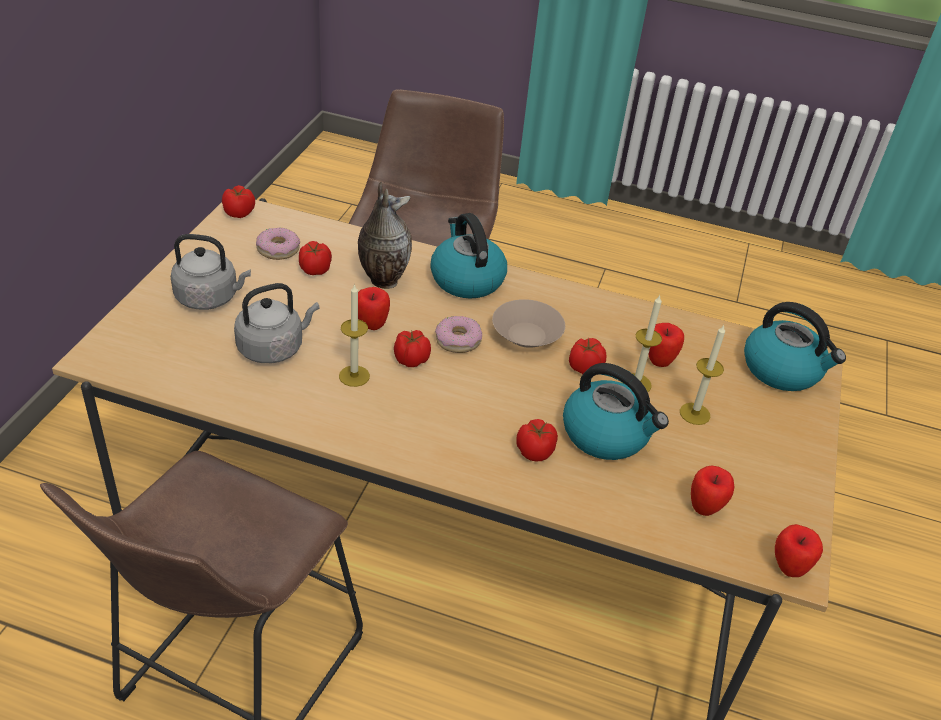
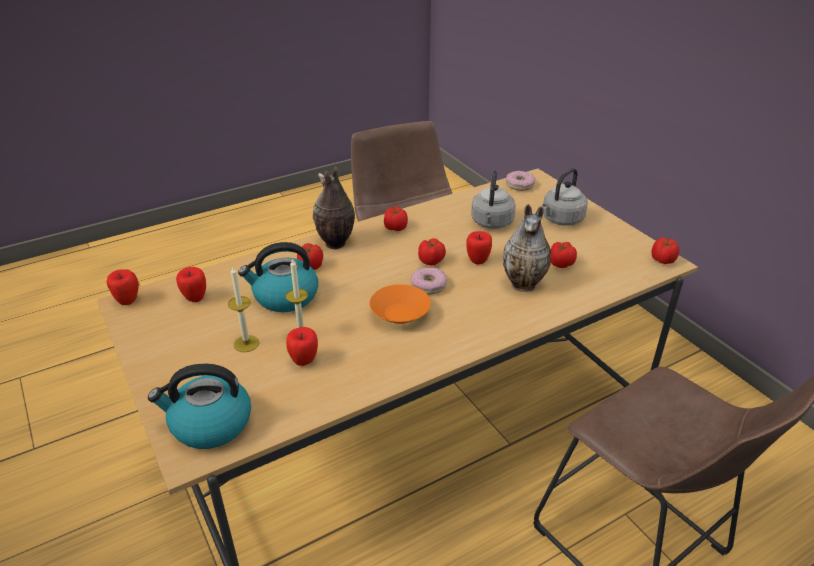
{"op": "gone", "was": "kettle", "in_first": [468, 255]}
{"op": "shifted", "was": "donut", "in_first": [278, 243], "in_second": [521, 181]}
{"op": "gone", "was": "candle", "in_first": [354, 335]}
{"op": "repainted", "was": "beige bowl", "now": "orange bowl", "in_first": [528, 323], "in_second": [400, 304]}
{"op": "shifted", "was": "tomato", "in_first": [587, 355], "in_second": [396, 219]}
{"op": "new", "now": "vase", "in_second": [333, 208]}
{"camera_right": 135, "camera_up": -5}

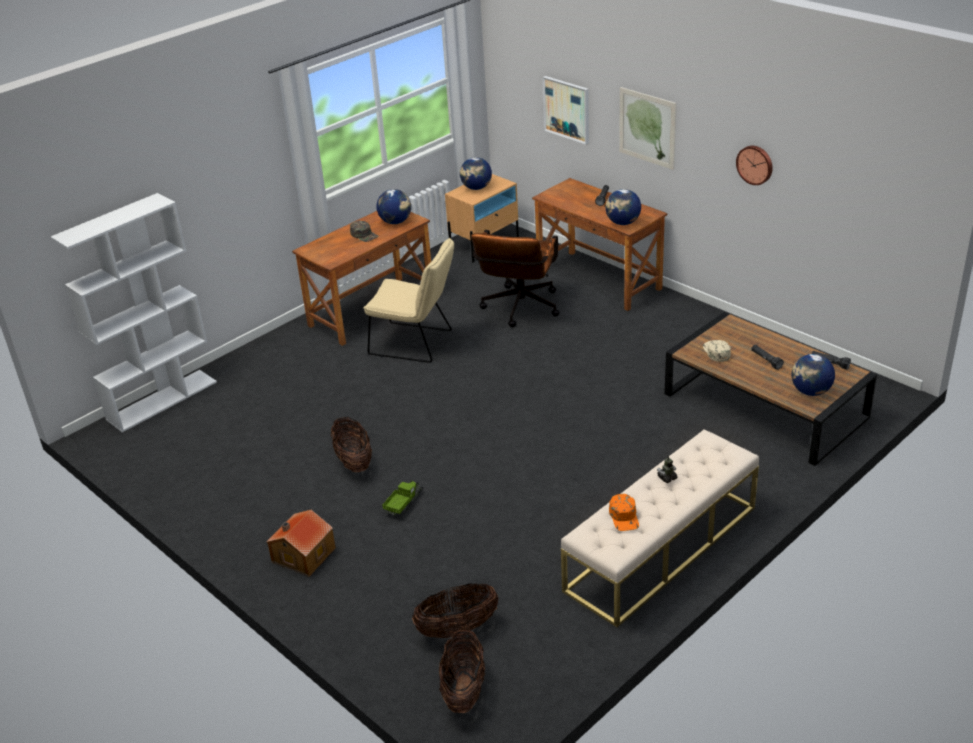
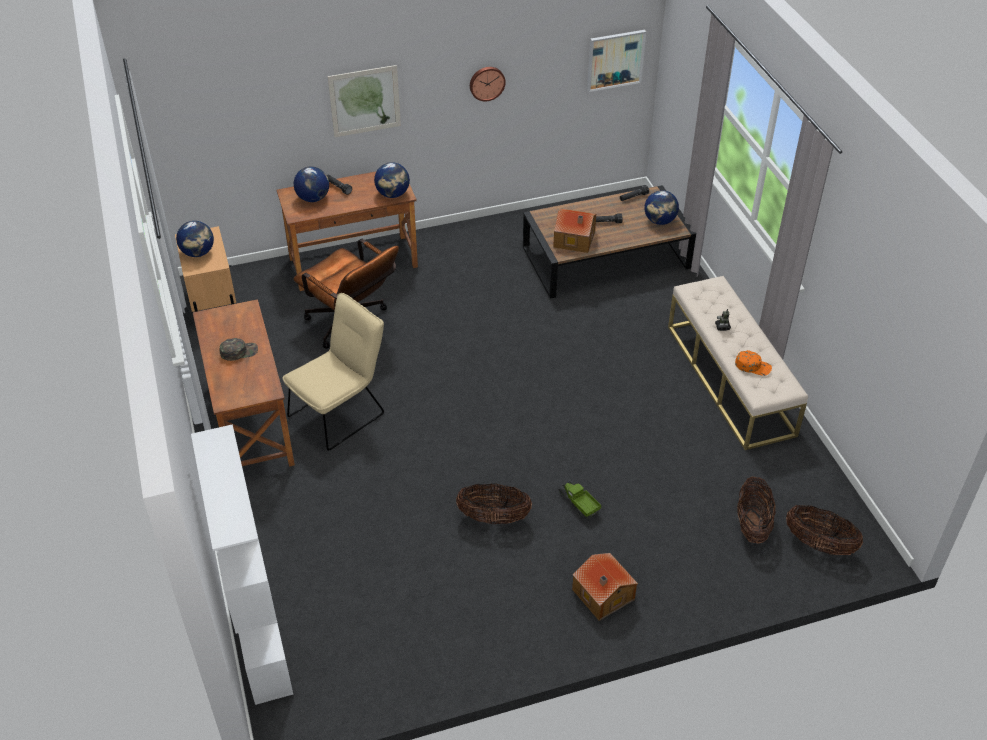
{"op": "shifted", "was": "picture", "in_first": [565, 110], "in_second": [616, 61]}
{"op": "shifted", "was": "globe", "in_first": [394, 206], "in_second": [311, 184]}
{"op": "swapped", "was": "beige cap", "now": "toy house", "in_first": [717, 351], "in_second": [574, 231]}
{"camera_right": -65, "camera_up": 10}

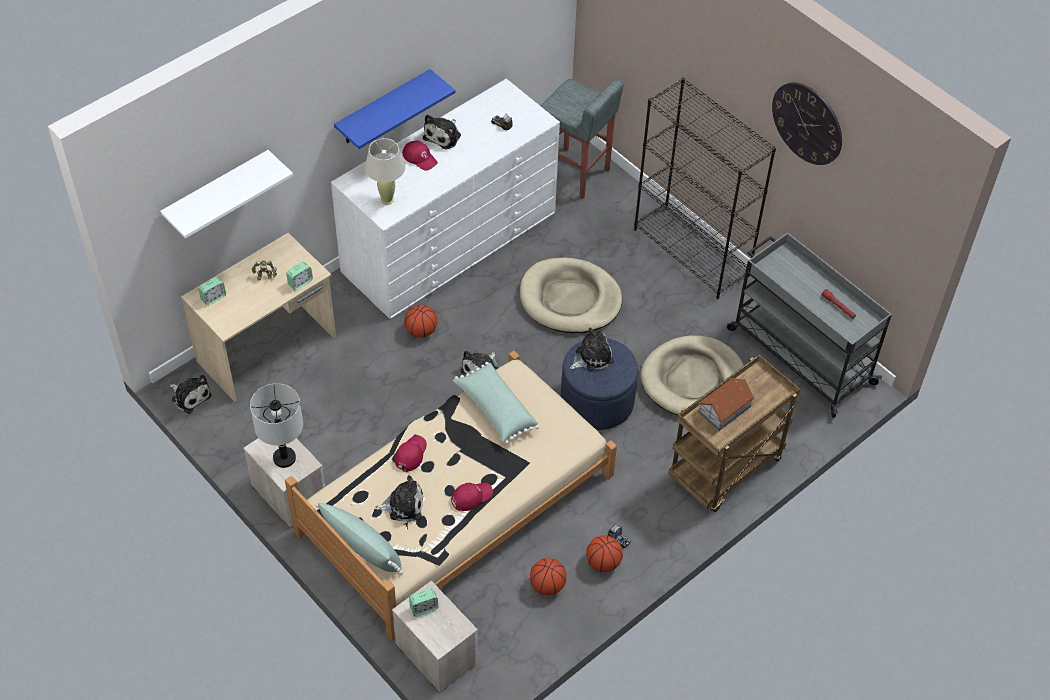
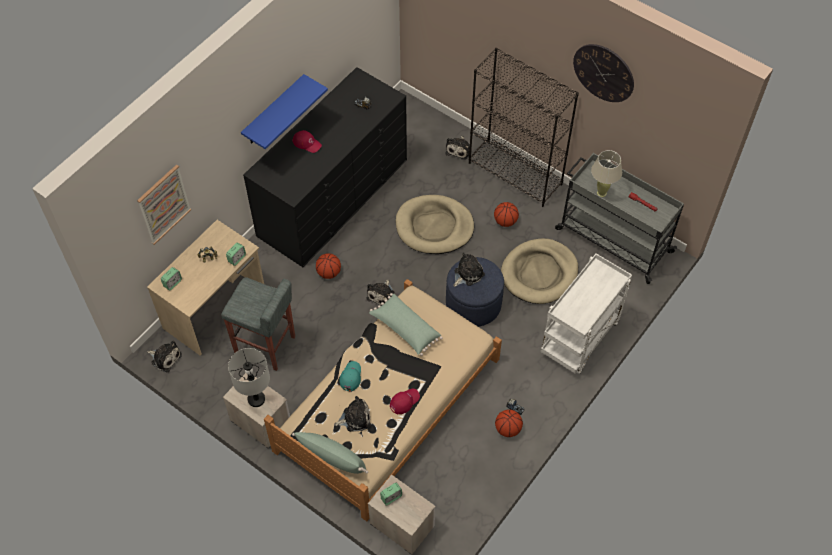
{"op": "shifted", "was": "grey stool", "in_first": [582, 138], "in_second": [258, 324]}
{"op": "repainted", "was": "white dresser", "now": "black dresser", "in_first": [445, 199], "in_second": [325, 167]}
{"op": "shifted", "was": "plush toy", "in_first": [442, 132], "in_second": [457, 148]}
{"op": "shifted", "was": "beige table lamp", "in_first": [385, 171], "in_second": [606, 173]}
{"op": "swapped", "was": "white shelf", "now": "picture", "in_first": [226, 194], "in_second": [164, 205]}
{"op": "repainted", "was": "brown cart", "now": "white cart", "in_first": [734, 433], "in_second": [586, 314]}
{"op": "gone", "was": "toy house", "in_first": [726, 404]}
{"op": "repainted", "was": "red cap", "now": "turquoise cap", "in_first": [411, 453], "in_second": [350, 376]}
{"op": "shifted", "was": "basketball", "in_first": [548, 576], "in_second": [506, 214]}
{"camera_right": -10, "camera_up": 5}

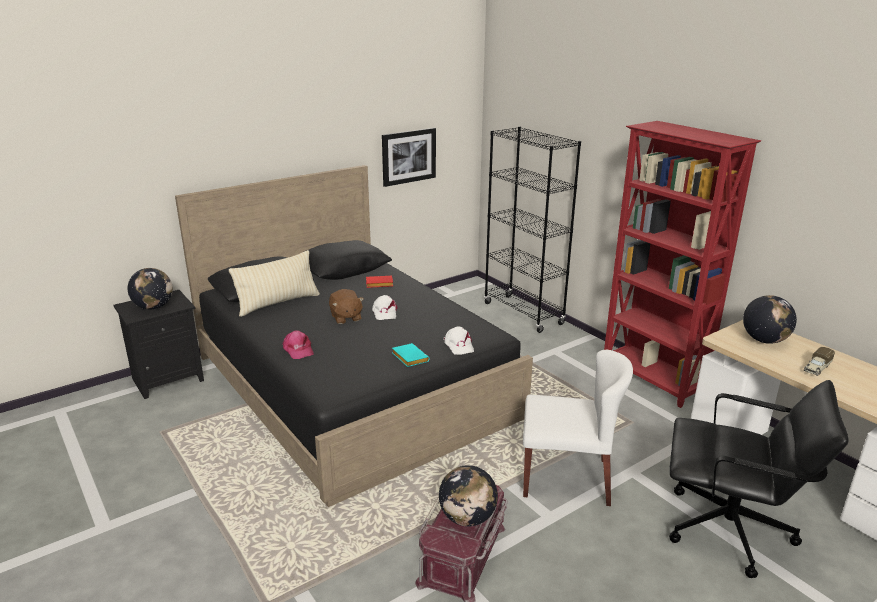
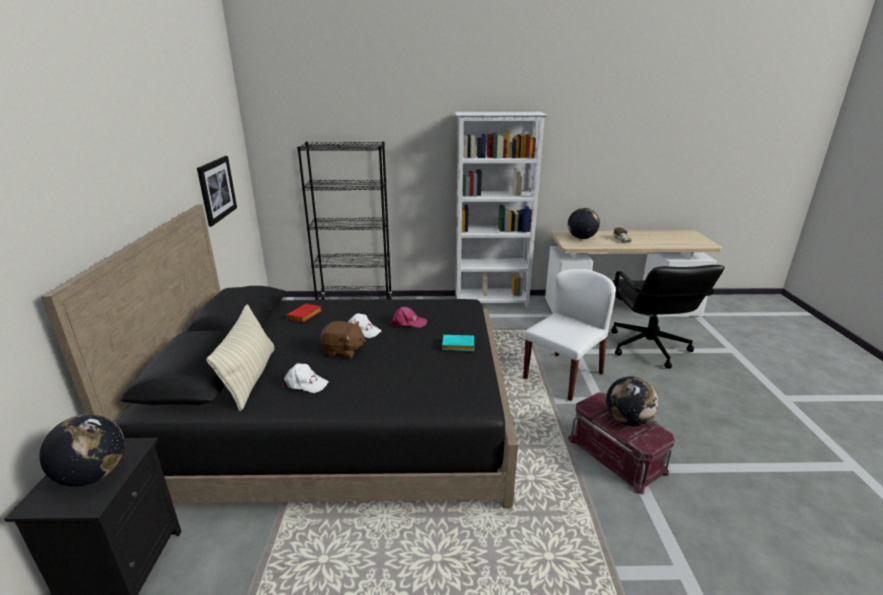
{"op": "repainted", "was": "red bookcase", "now": "white bookcase", "in_first": [682, 264], "in_second": [501, 210]}
{"op": "shifted", "was": "white cap", "in_first": [458, 340], "in_second": [305, 378]}
{"op": "shifted", "was": "pink cap", "in_first": [298, 344], "in_second": [409, 317]}
{"op": "rotated", "was": "black office chair", "in_first": [759, 479], "in_second": [668, 317], "clockwise": 120}
{"camera_right": -55, "camera_up": 0}

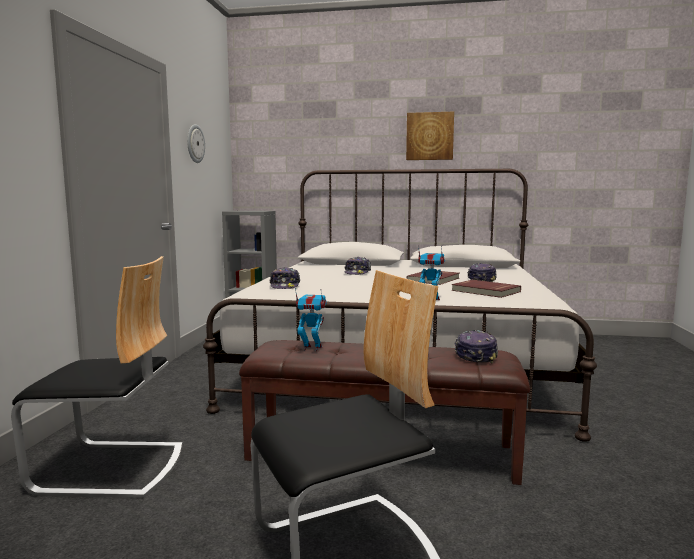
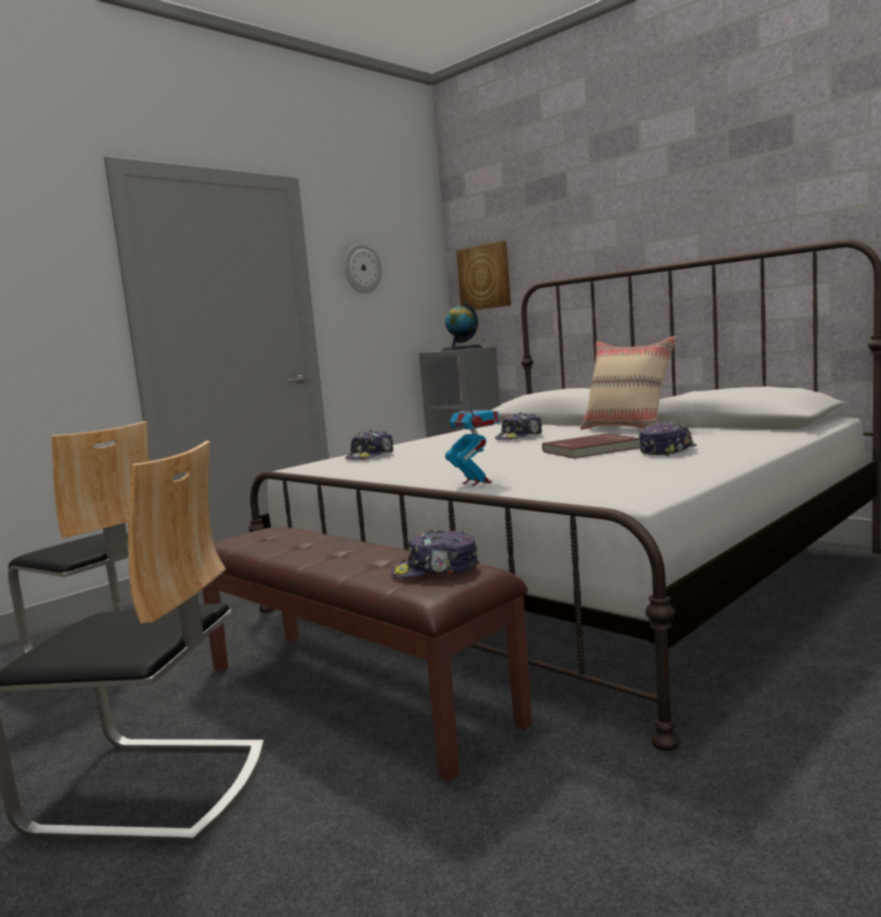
{"op": "shifted", "was": "picture", "in_first": [430, 136], "in_second": [483, 275]}
{"op": "gone", "was": "red book", "in_first": [486, 289]}
{"op": "gone", "was": "toy robot", "in_first": [311, 319]}
{"op": "rotated", "was": "cap", "in_first": [476, 346], "in_second": [435, 554], "clockwise": -135}
{"op": "new", "now": "globe", "in_second": [462, 326]}
{"op": "new", "now": "beige pillow", "in_second": [628, 383]}
{"camera_right": 35, "camera_up": 0}

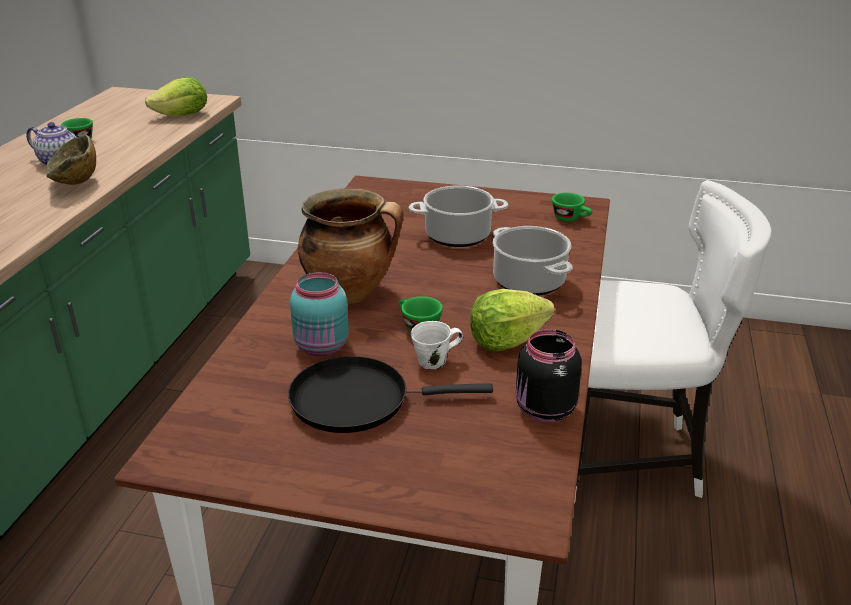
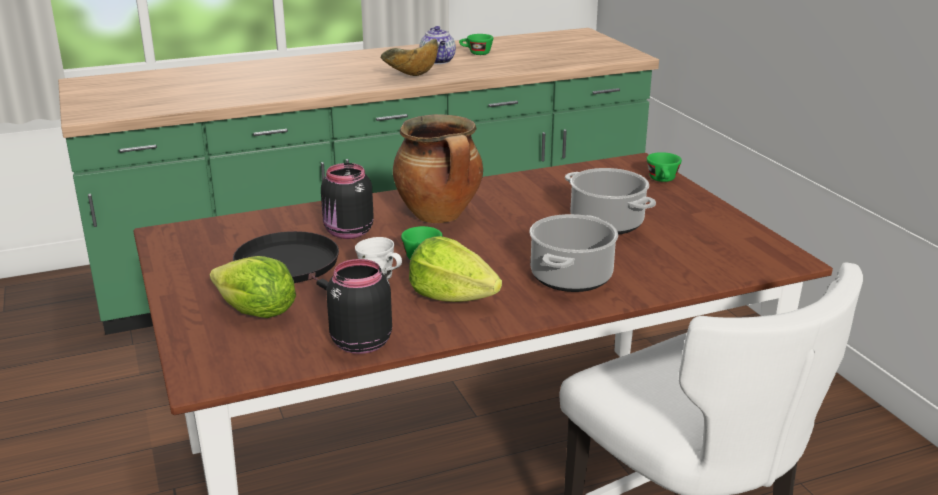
{"op": "shifted", "was": "lettuce", "in_first": [176, 96], "in_second": [253, 287]}
{"op": "shifted", "was": "green cup", "in_first": [572, 207], "in_second": [664, 167]}
{"op": "repainted", "was": "turquoise jar", "now": "black jar", "in_first": [319, 314], "in_second": [347, 201]}
{"camera_right": 55, "camera_up": -5}

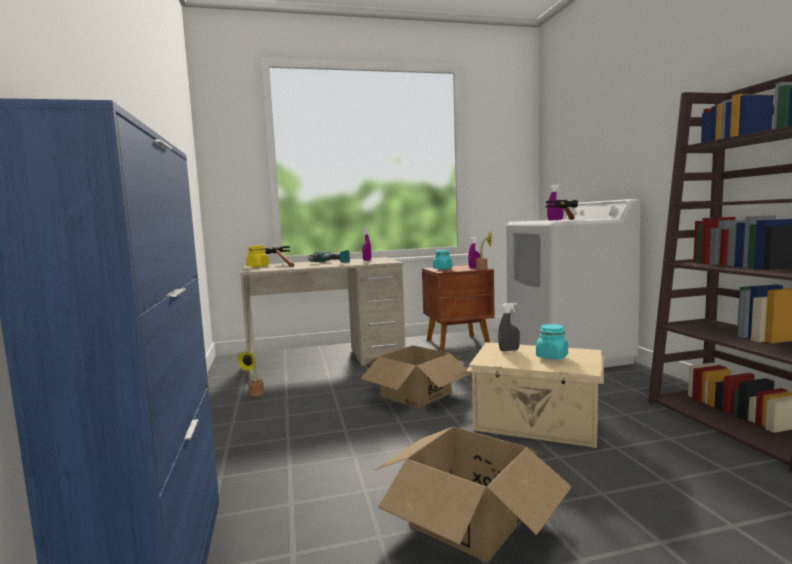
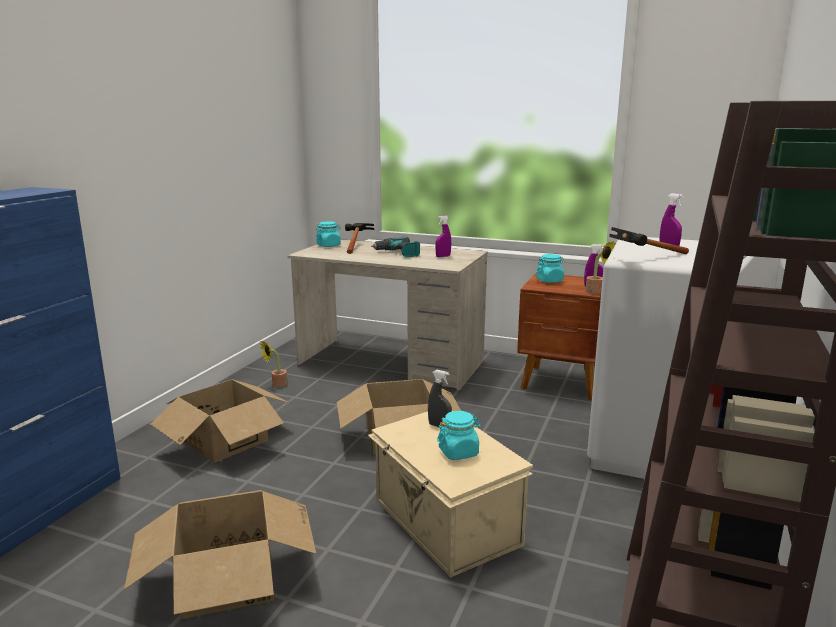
{"op": "repainted", "was": "yellow jar", "now": "turquoise jar", "in_first": [257, 256], "in_second": [328, 234]}
{"op": "new", "now": "cardboard box", "in_second": [220, 421]}
{"camera_right": 35, "camera_up": 10}

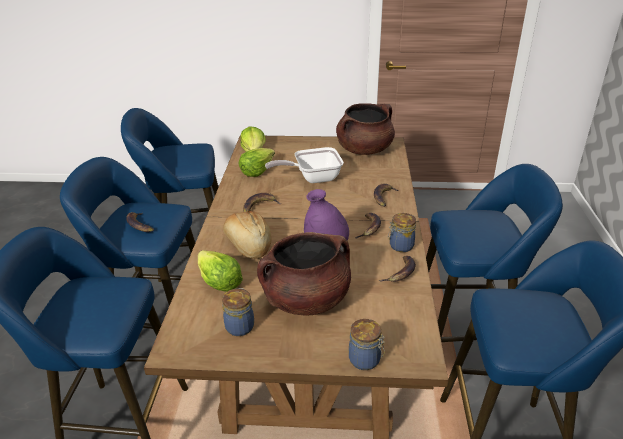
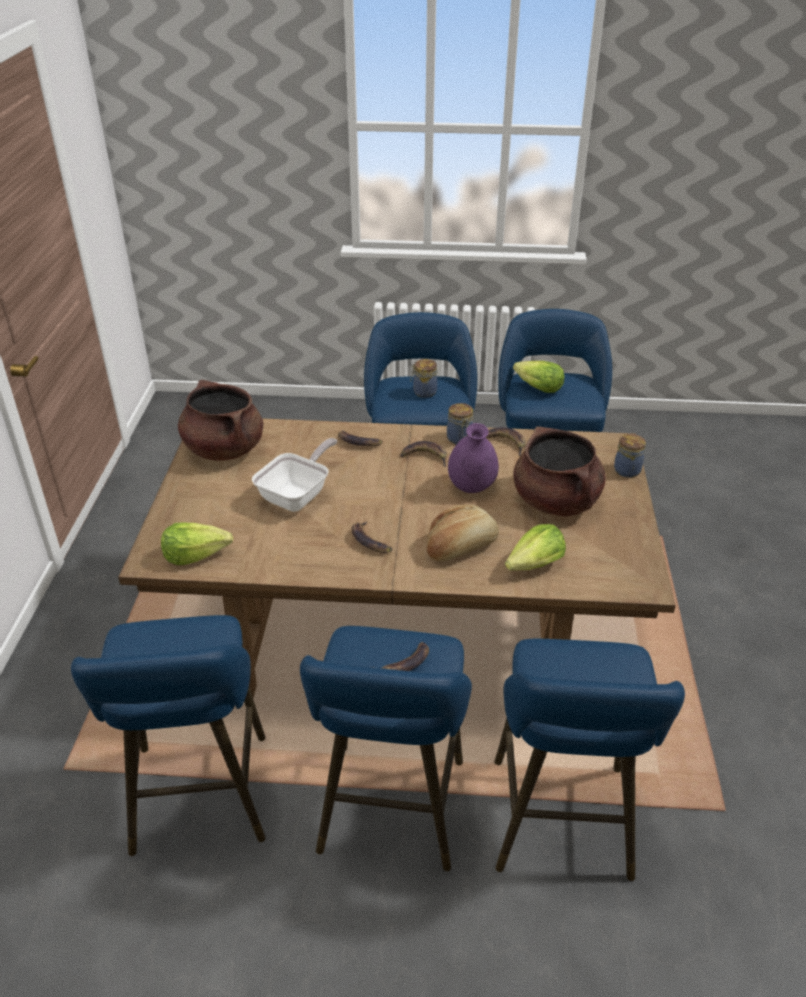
{"op": "rotated", "was": "frying pan", "in_first": [304, 165], "in_second": [294, 475], "clockwise": -135}
{"op": "shifted", "was": "lettuce", "in_first": [257, 162], "in_second": [538, 377]}
{"op": "shifted", "was": "jar", "in_first": [238, 312], "in_second": [423, 378]}
{"camera_right": -90, "camera_up": 5}

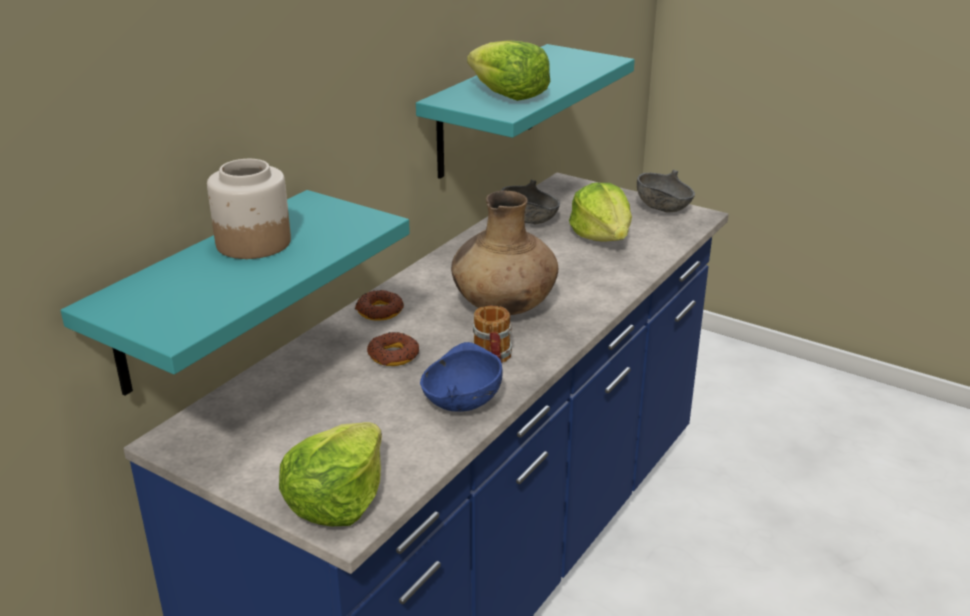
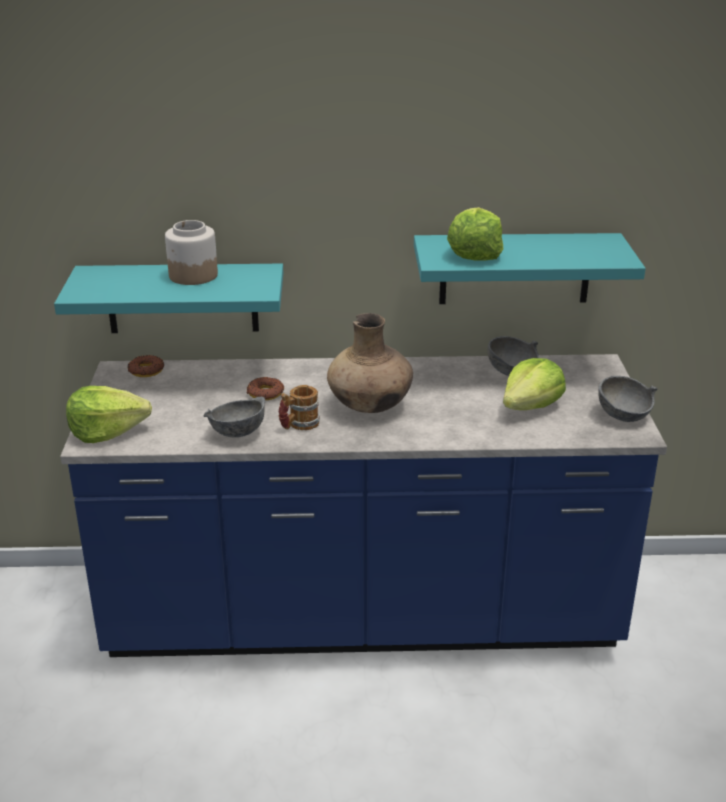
{"op": "shifted", "was": "donut", "in_first": [379, 305], "in_second": [146, 366]}
{"op": "repainted", "was": "blue bowl", "now": "grey bowl", "in_first": [461, 377], "in_second": [234, 417]}
{"camera_right": 55, "camera_up": 0}

